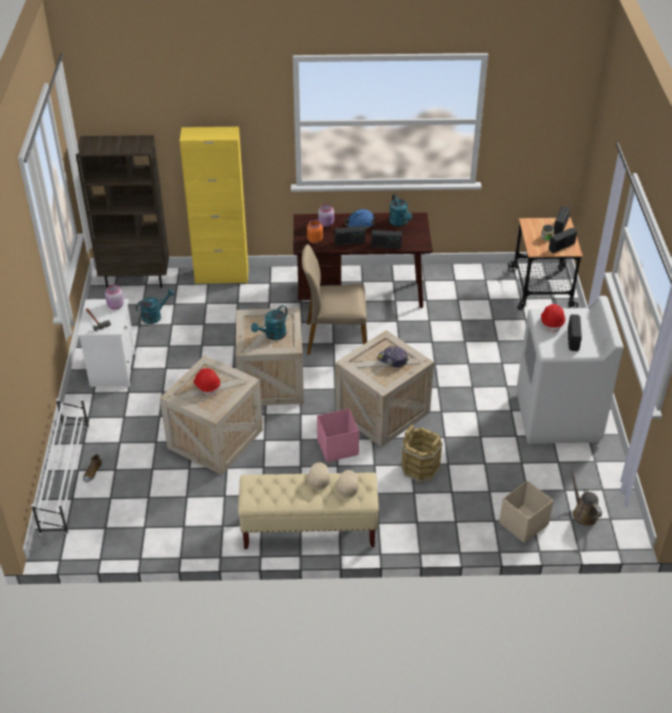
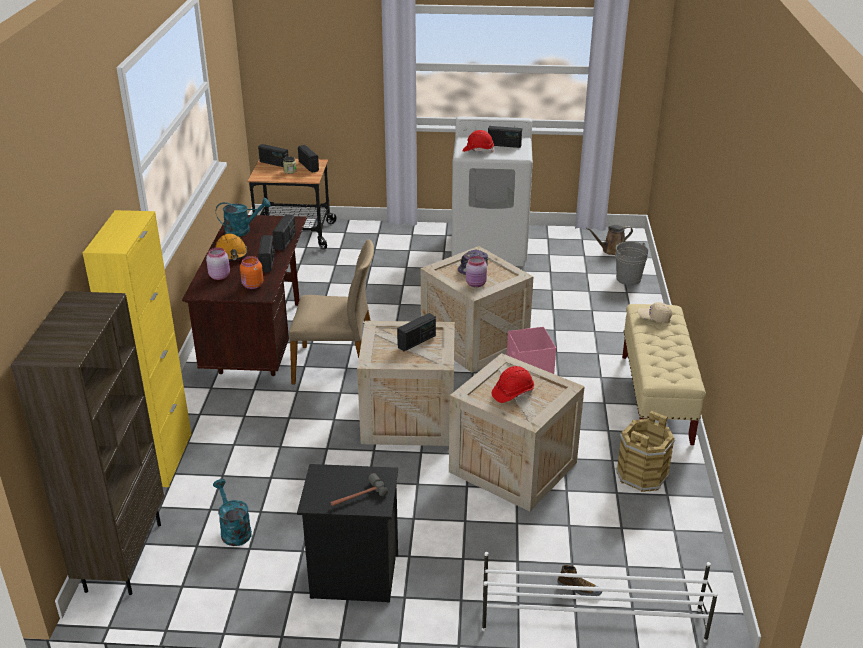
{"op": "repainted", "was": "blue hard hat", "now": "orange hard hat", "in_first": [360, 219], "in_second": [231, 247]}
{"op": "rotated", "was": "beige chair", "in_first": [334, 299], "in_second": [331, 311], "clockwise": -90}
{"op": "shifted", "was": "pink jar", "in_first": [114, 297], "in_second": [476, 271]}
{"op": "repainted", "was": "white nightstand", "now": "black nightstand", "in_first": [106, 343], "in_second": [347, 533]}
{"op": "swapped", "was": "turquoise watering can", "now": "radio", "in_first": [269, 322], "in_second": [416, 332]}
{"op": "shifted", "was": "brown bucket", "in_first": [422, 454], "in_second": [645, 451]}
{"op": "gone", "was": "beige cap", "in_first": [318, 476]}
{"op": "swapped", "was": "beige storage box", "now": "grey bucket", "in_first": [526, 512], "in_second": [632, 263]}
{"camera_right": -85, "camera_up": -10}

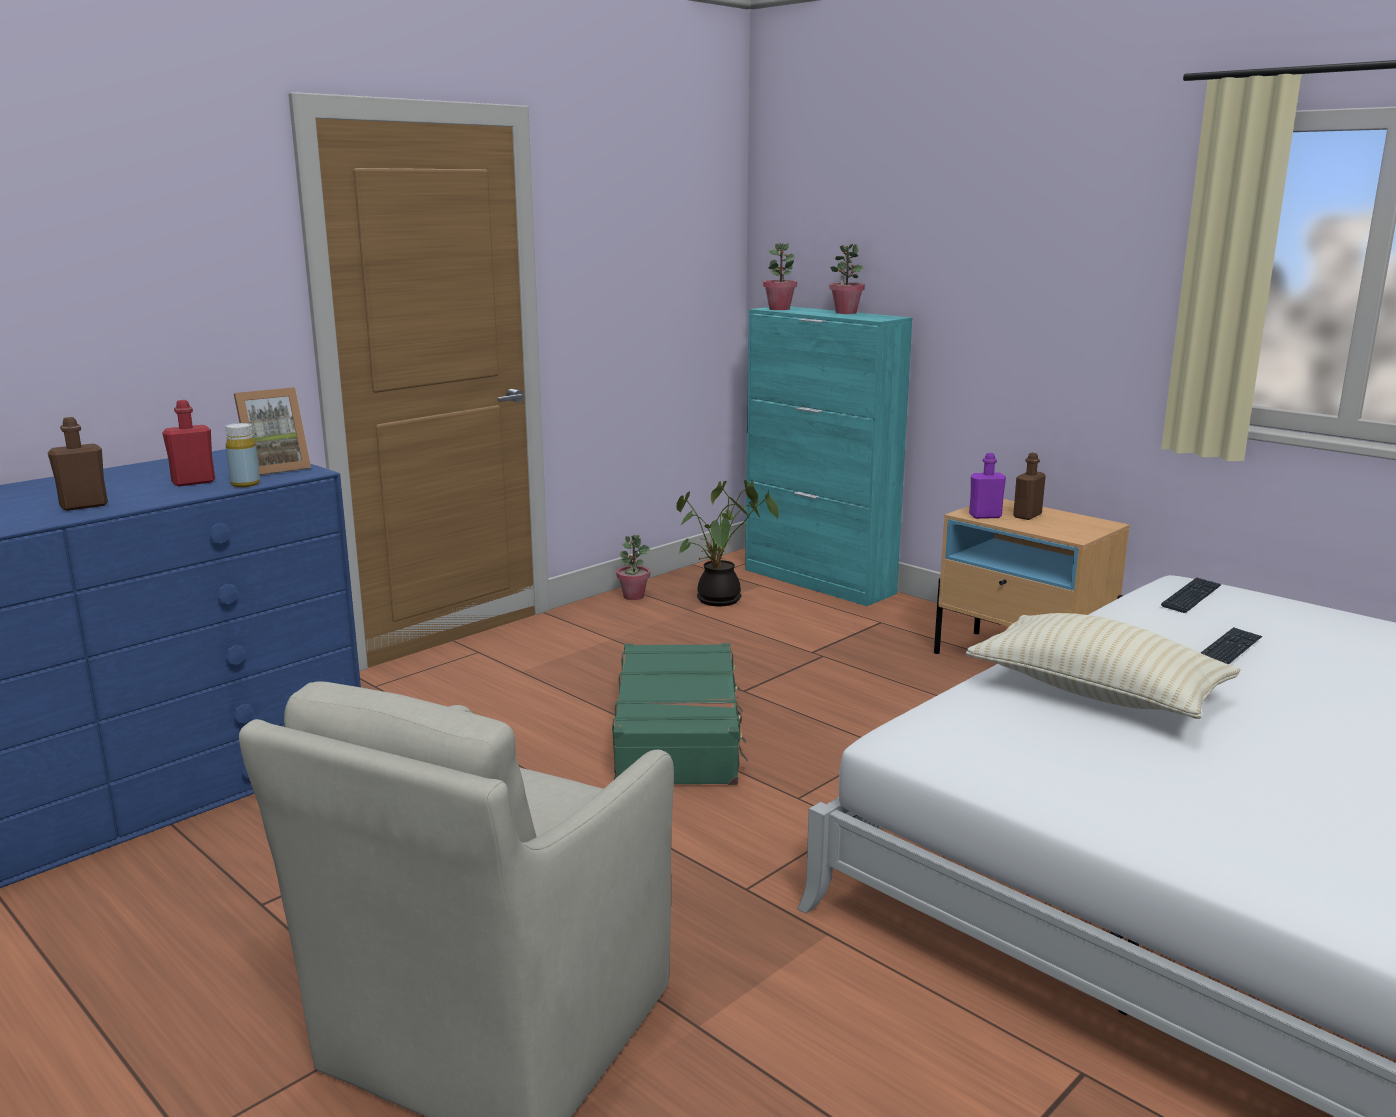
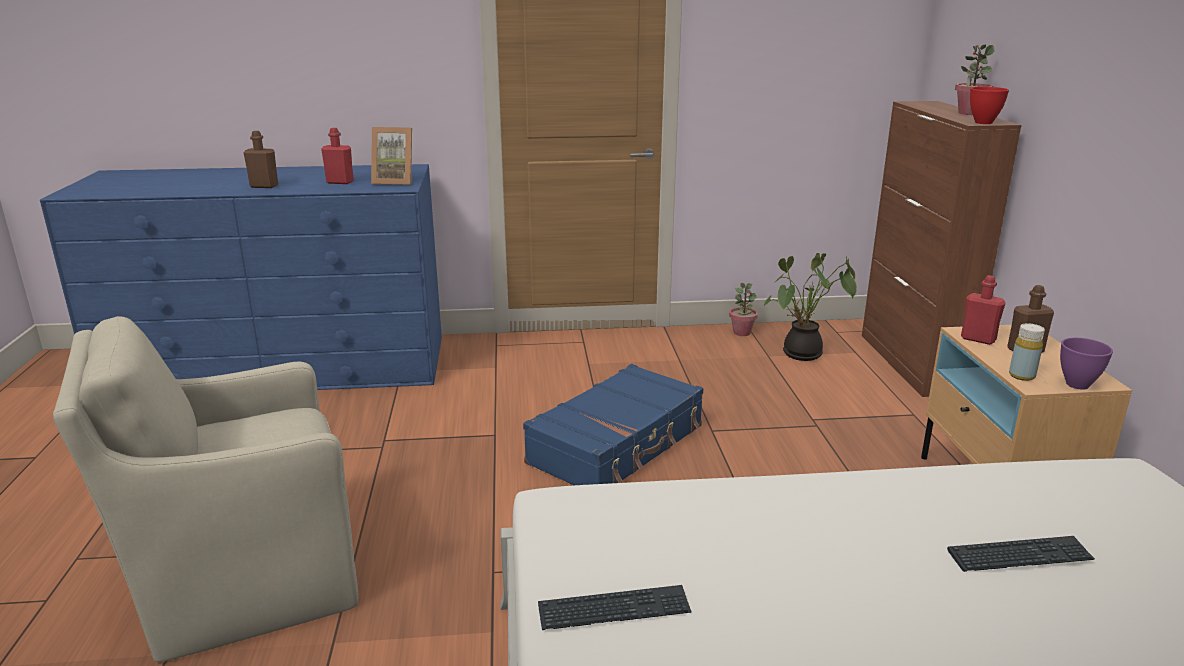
{"op": "gone", "was": "potted plant", "in_first": [780, 276]}
{"op": "repainted", "was": "turquoise cabinet", "now": "brown cabinet", "in_first": [829, 456], "in_second": [942, 249]}
{"op": "shifted", "was": "yellow bottle", "in_first": [242, 455], "in_second": [1027, 352]}
{"op": "repainted", "was": "purple bottle", "now": "red bottle", "in_first": [987, 486], "in_second": [983, 310]}
{"op": "shifted", "was": "keyboard", "in_first": [1191, 595], "in_second": [615, 607]}
{"op": "gone", "was": "beige pillow", "in_first": [1103, 666]}
{"op": "repainted", "was": "green suitcase", "now": "blue suitcase", "in_first": [680, 714], "in_second": [613, 424]}
{"op": "new", "now": "red bowl", "in_second": [989, 105]}
{"op": "new", "now": "purple bowl", "in_second": [1086, 364]}
{"camera_right": 40, "camera_up": 5}

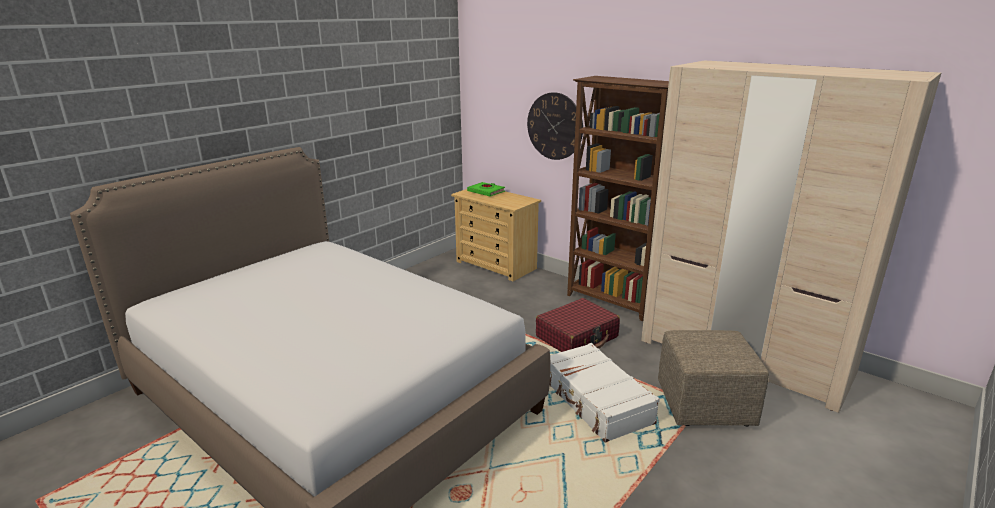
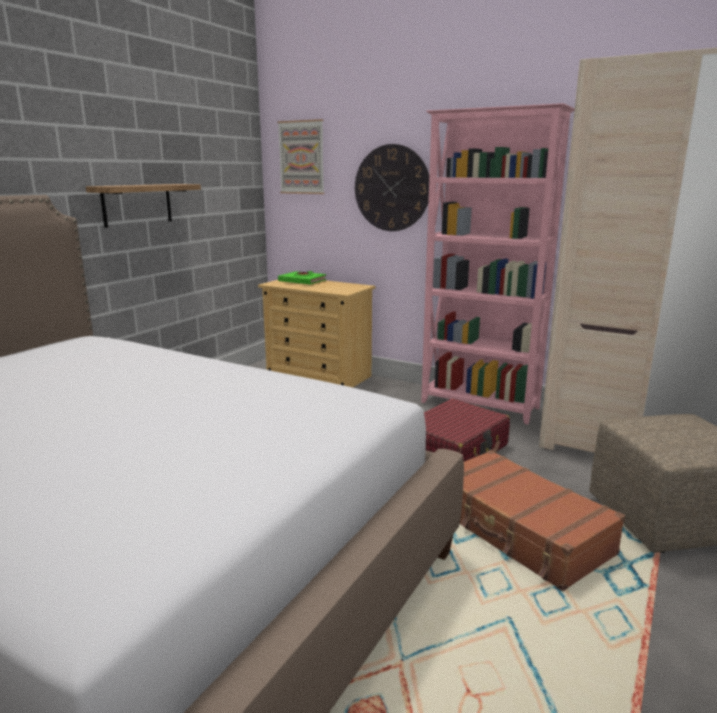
{"op": "repainted", "was": "brown bookcase", "now": "pink bookcase", "in_first": [618, 198], "in_second": [498, 264]}
{"op": "repainted", "was": "white suitcase", "now": "brown suitcase", "in_first": [605, 393], "in_second": [542, 520]}
{"op": "new", "now": "picture", "in_second": [301, 156]}
{"op": "new", "now": "shelf", "in_second": [143, 206]}
{"camera_right": -10, "camera_up": -5}

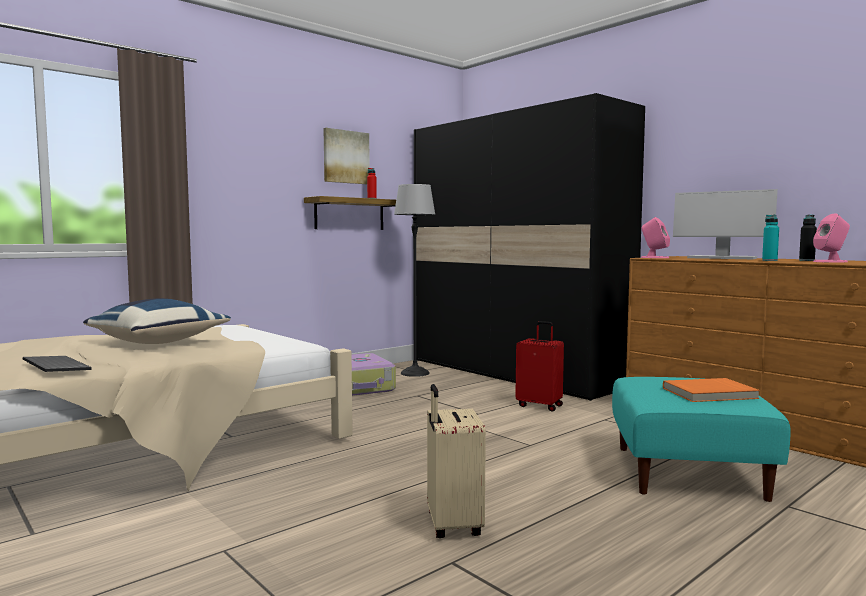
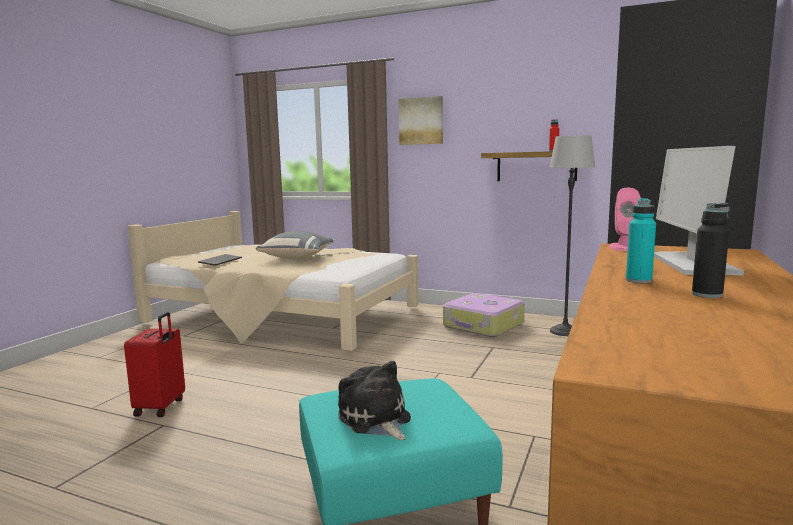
{"op": "shifted", "was": "picture", "in_first": [346, 156], "in_second": [421, 120]}
{"op": "gone", "was": "pink speaker", "in_first": [831, 238]}
{"op": "repainted", "was": "blue pillow", "now": "grey pillow", "in_first": [157, 321], "in_second": [295, 245]}
{"op": "shifted", "was": "red suitcase", "in_first": [539, 366], "in_second": [154, 364]}
{"op": "swapped", "was": "orange book", "now": "plush toy", "in_first": [711, 390], "in_second": [374, 400]}
{"op": "gone", "was": "beige suitcase", "in_first": [456, 461]}
{"camera_right": 65, "camera_up": 5}

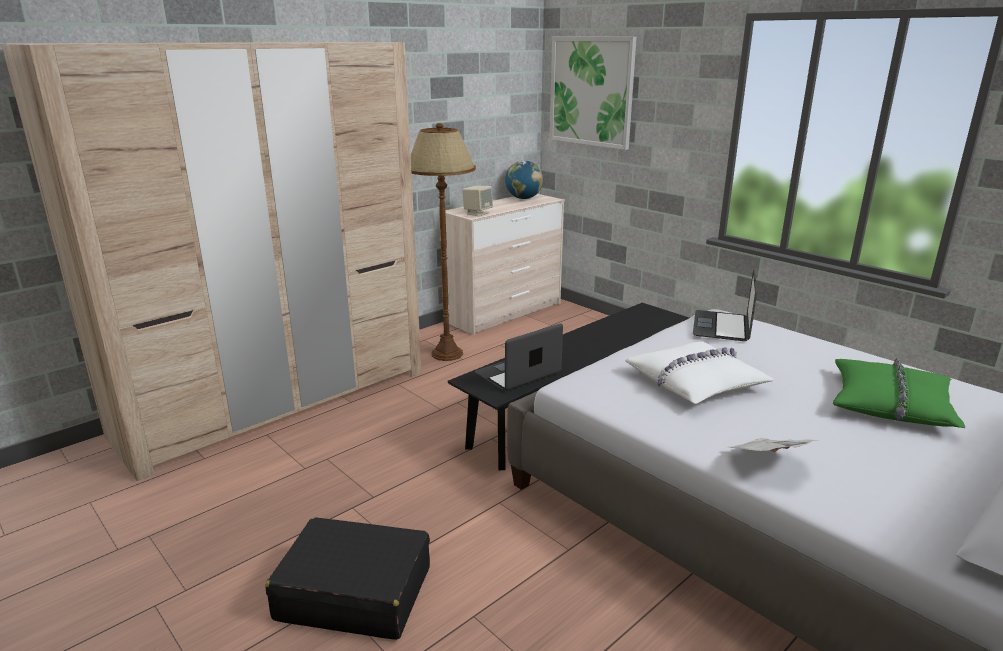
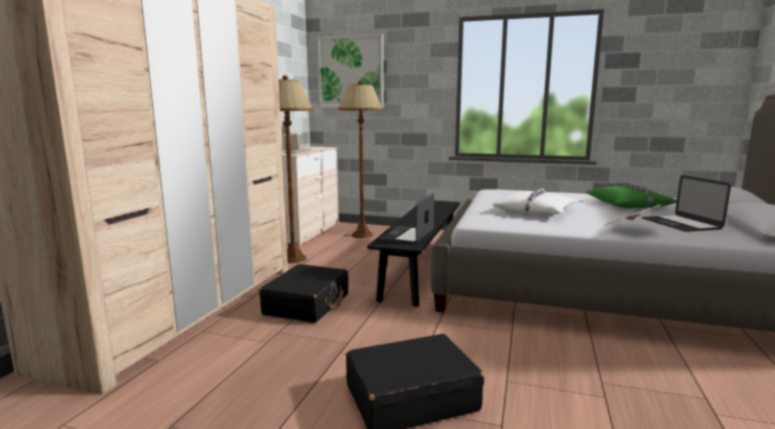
{"op": "gone", "was": "globe", "in_first": [524, 180]}
{"op": "shifted", "was": "laptop", "in_first": [725, 305], "in_second": [686, 203]}
{"op": "new", "now": "brown floor lamp", "in_second": [360, 159]}
{"op": "new", "now": "black suitcase", "in_second": [303, 293]}
{"camera_right": -30, "camera_up": -10}

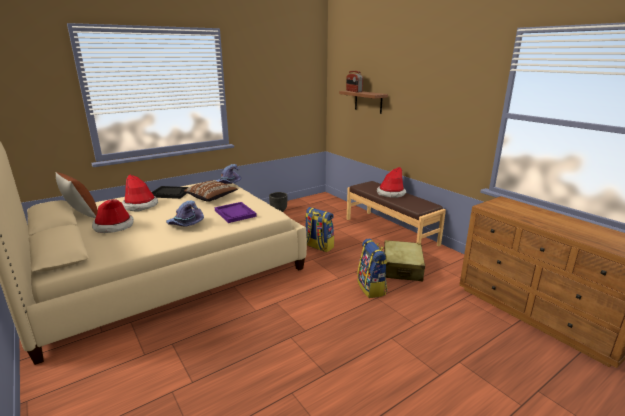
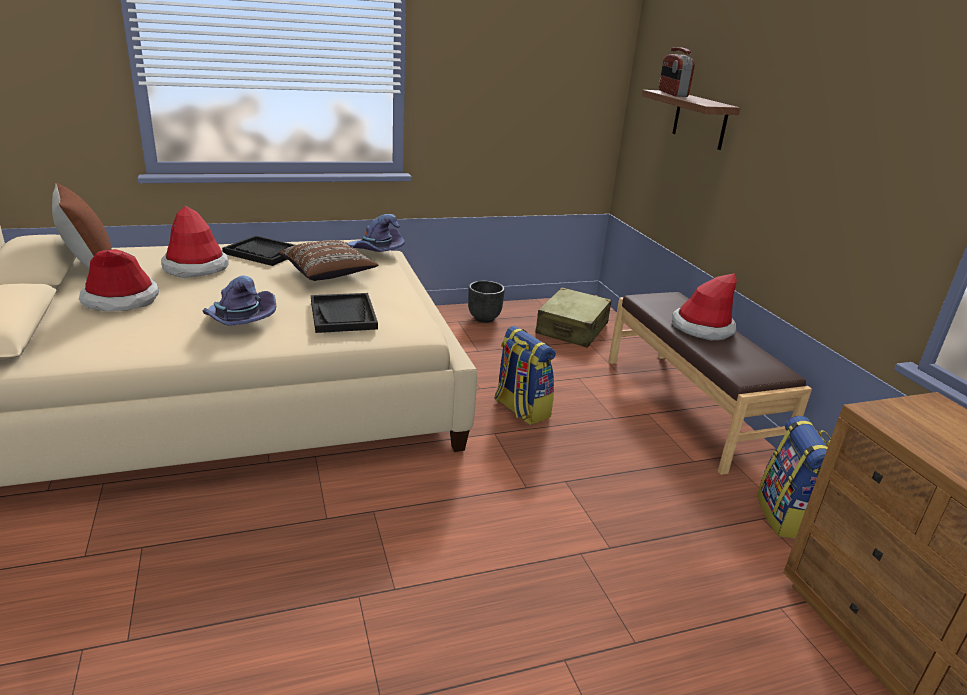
{"op": "repainted", "was": "purple tray", "now": "black tray", "in_first": [236, 212], "in_second": [344, 313]}
{"op": "shifted", "was": "backpack", "in_first": [372, 268], "in_second": [794, 477]}
{"op": "shifted", "was": "beige suitcase", "in_first": [404, 261], "in_second": [573, 317]}
{"camera_right": 15, "camera_up": 5}

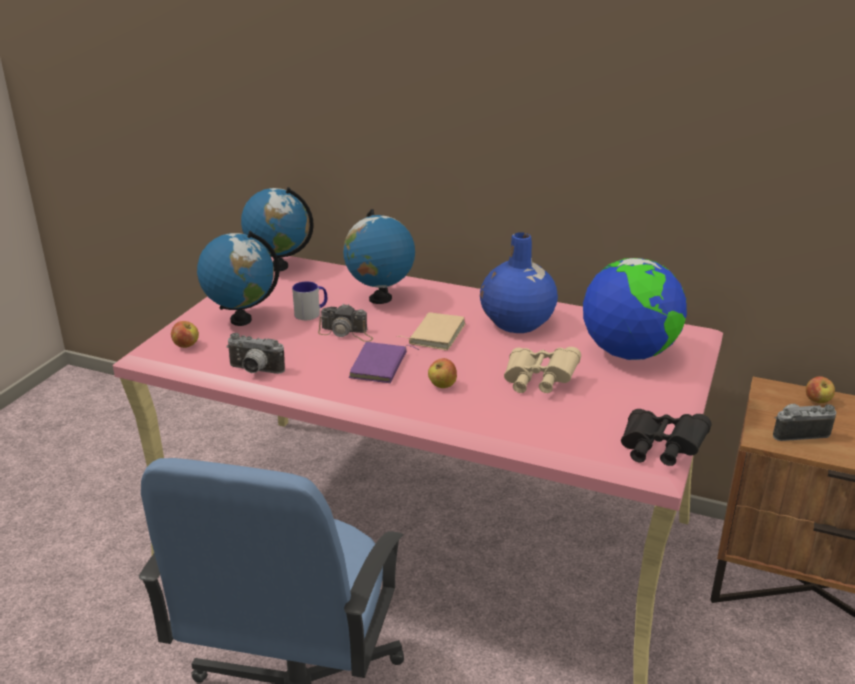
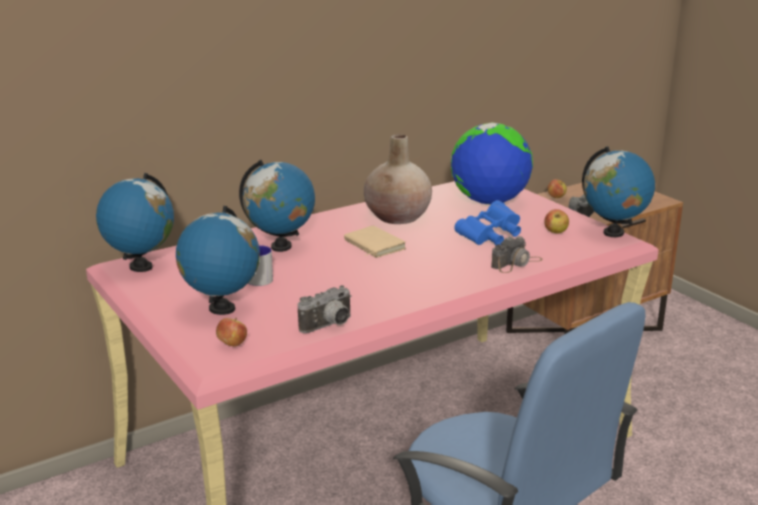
{"op": "repainted", "was": "blue vase", "now": "beige vase", "in_first": [519, 282], "in_second": [398, 179]}
{"op": "shifted", "was": "photo camera", "in_first": [345, 322], "in_second": [517, 254]}
{"op": "gone", "was": "purple book", "in_first": [384, 362]}
{"op": "repainted", "was": "beige binoculars", "now": "blue binoculars", "in_first": [542, 370], "in_second": [487, 222]}
{"op": "shifted", "was": "apple", "in_first": [442, 373], "in_second": [556, 221]}
{"op": "swapped", "was": "black binoculars", "now": "globe", "in_first": [666, 437], "in_second": [618, 191]}
{"camera_right": -55, "camera_up": -5}

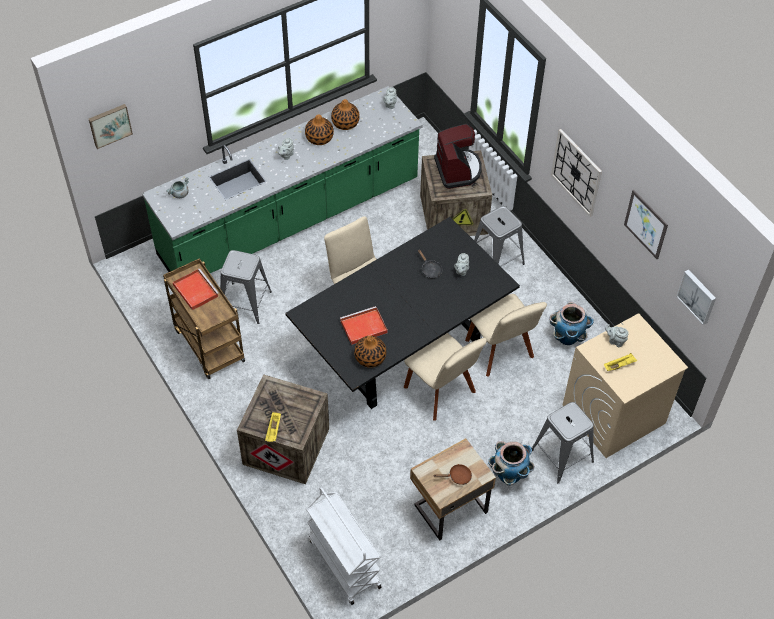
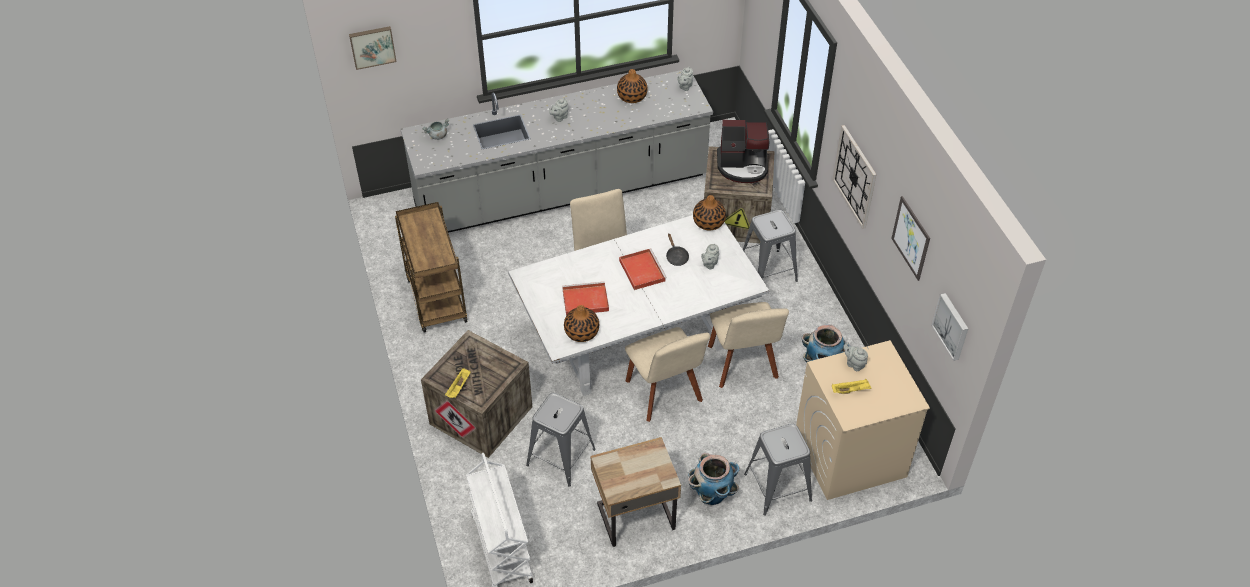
{"op": "repainted", "was": "green counter", "now": "grey counter", "in_first": [282, 179], "in_second": [557, 151]}
{"op": "shifted", "was": "vase", "in_first": [319, 129], "in_second": [709, 213]}
{"op": "rotated", "was": "coffee machine", "in_first": [458, 156], "in_second": [743, 151], "clockwise": 90}
{"op": "repainted", "was": "black dining table", "now": "white dining table", "in_first": [402, 313], "in_second": [638, 305]}
{"op": "shifted", "was": "grey stool", "in_first": [246, 287], "in_second": [561, 440]}
{"op": "shifted", "was": "red tray", "in_first": [196, 289], "in_second": [643, 269]}
{"op": "gone", "was": "brown frying pan", "in_first": [452, 474]}
{"camera_right": 15, "camera_up": -5}

